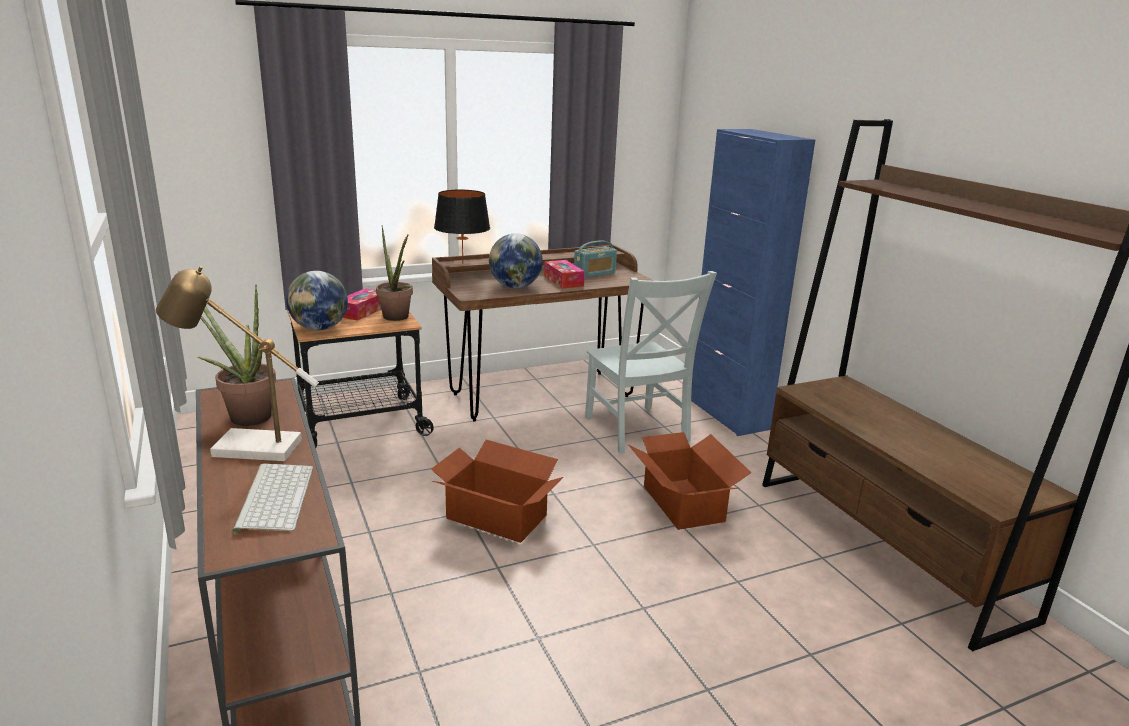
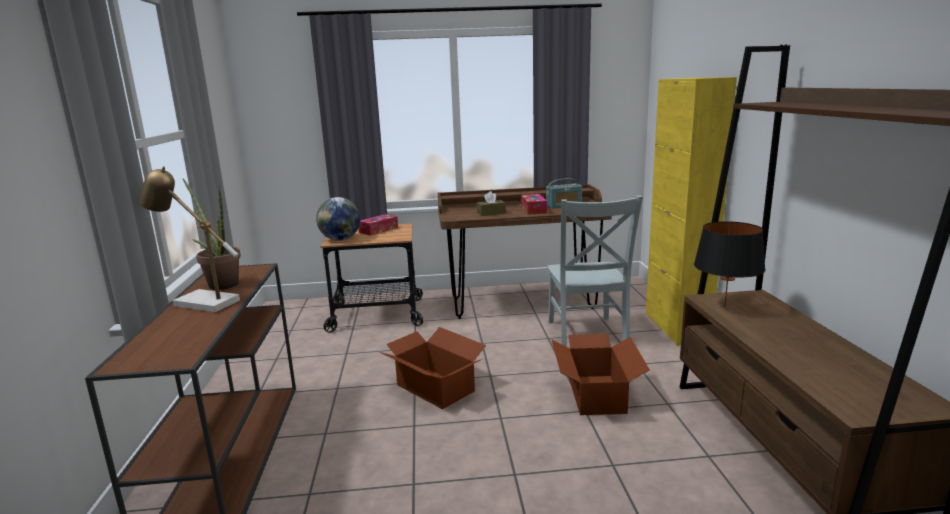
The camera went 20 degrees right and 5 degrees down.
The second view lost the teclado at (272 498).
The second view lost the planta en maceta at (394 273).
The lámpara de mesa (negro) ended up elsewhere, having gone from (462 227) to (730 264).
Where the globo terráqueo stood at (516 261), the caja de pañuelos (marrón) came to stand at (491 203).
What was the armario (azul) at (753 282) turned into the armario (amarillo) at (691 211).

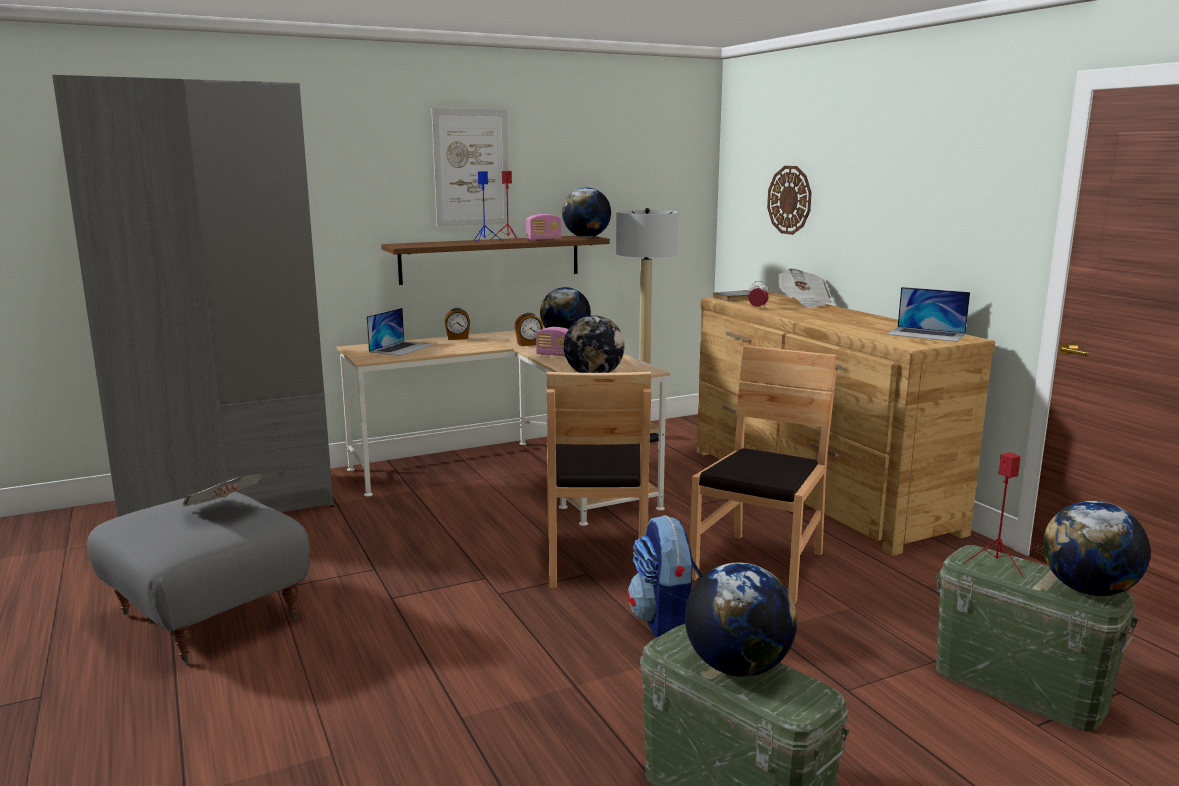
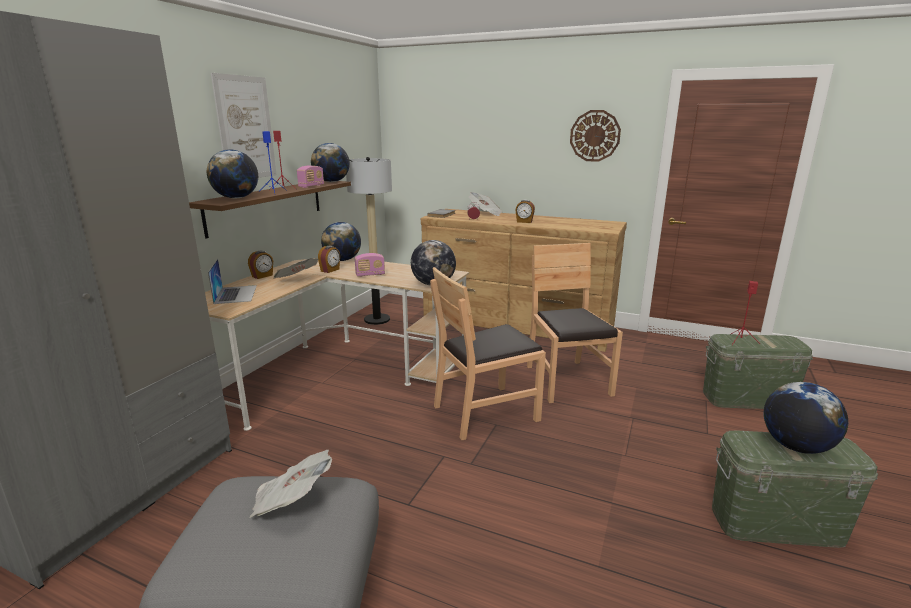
The camera went 40 degrees left and 5 degrees up.
The second view lost the mochila at (665 576).
The second view lost the portátil at (928 314).
The second view gained the periódico at (296 268).
The second view gained the despertador at (525 211).
The reloj de pared ended up elsewhere, having gone from (789 200) to (595 136).
The globo terráqueo ended up elsewhere, having gone from (1097 548) to (232 173).
The silla (marrón) at (599 480) ended up facing another way, 105 degrees clockwise from before.

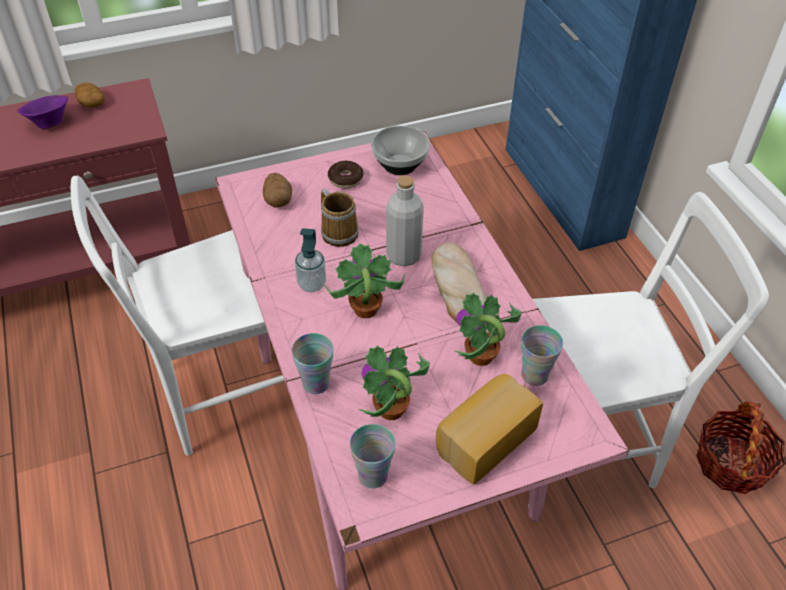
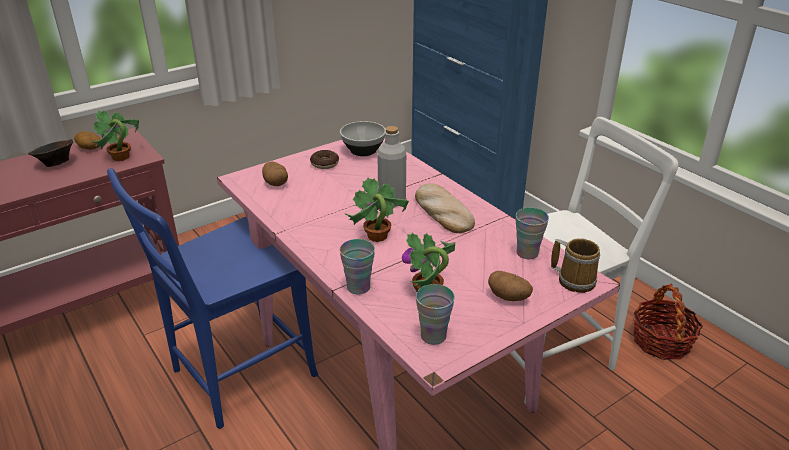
The camera went 15 degrees left and 15 degrees down.
The second view lost the dispensador de jabón at (310 260).
The taza grande ended up elsewhere, having gone from (340 217) to (575 265).
The planta en maceta ended up elsewhere, having gone from (488 329) to (115 135).
Where the pan stood at (489 429), the patata came to stand at (510 286).
What was the cuenco (morado) at (42 111) turned into the cuenco (marrón) at (50 153).
What was the silla (blanco) at (178 316) turned into the silla (azul) at (212 298).

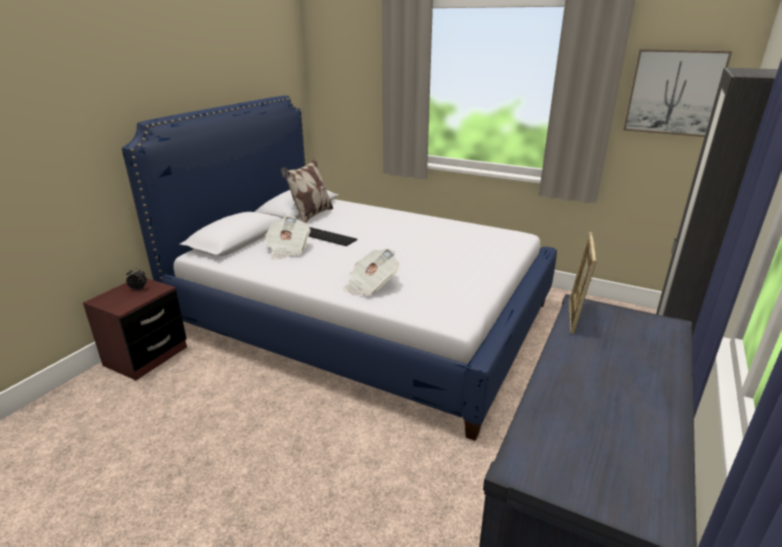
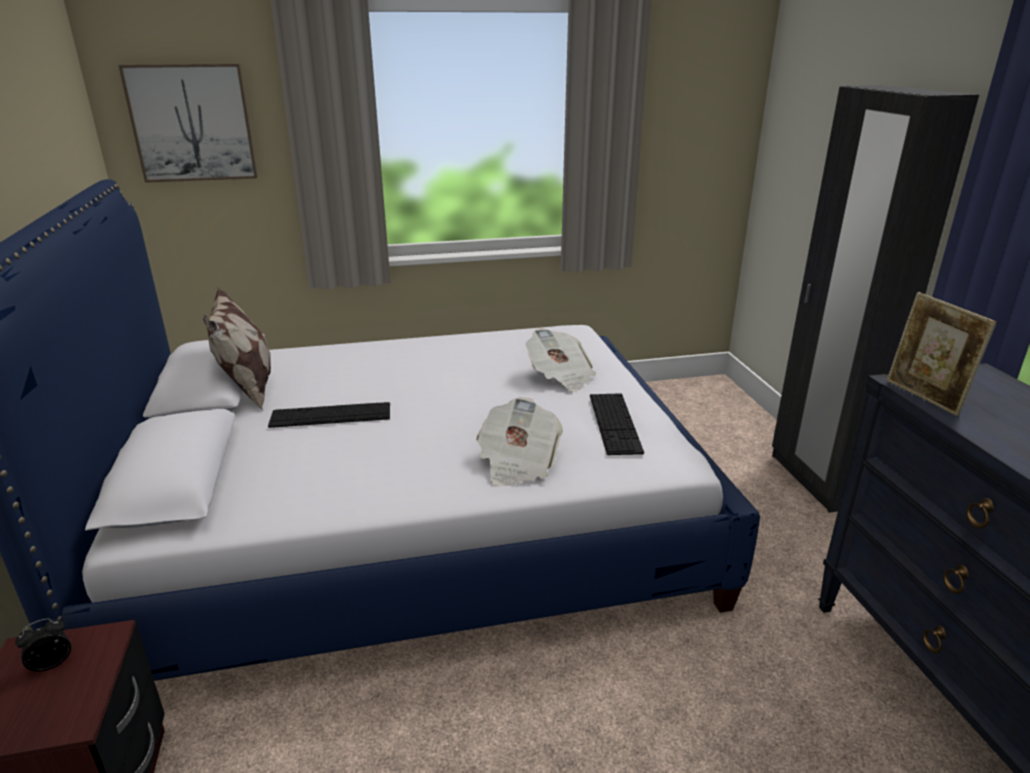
The camera went 40 degrees left and 0 degrees up.
The second view gained the teclado at (617 424).
The periódico ended up elsewhere, having gone from (288 237) to (560 360).
The cuadro ended up elsewhere, having gone from (677 93) to (188 123).

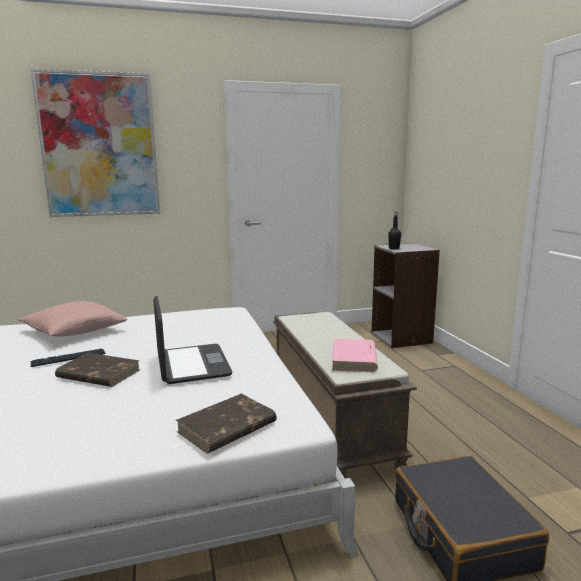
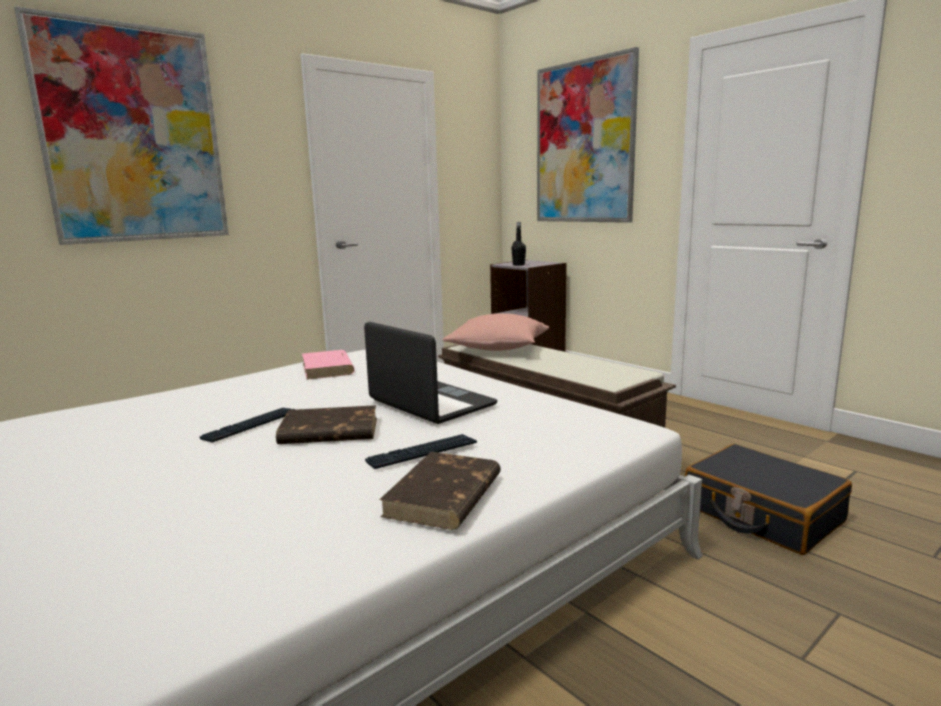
The camera went 25 degrees left and 0 degrees up.
The second view gained the teclado at (421 451).
The second view gained the cuadro at (588 135).
The cojín (rosa) ended up elsewhere, having gone from (72 318) to (495 332).
The libro (marrón) ended up elsewhere, having gone from (226 424) to (440 491).
The libro (rosa) ended up elsewhere, having gone from (355 355) to (328 365).

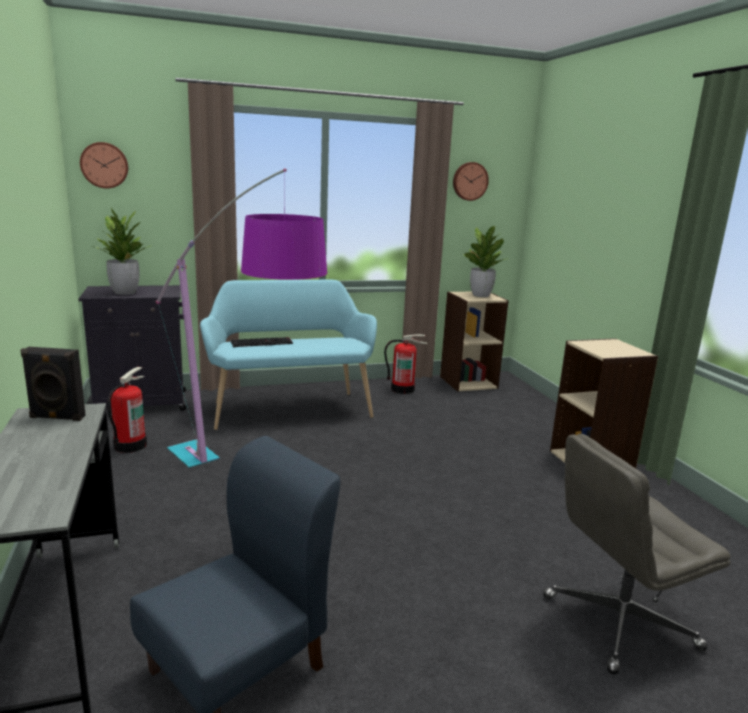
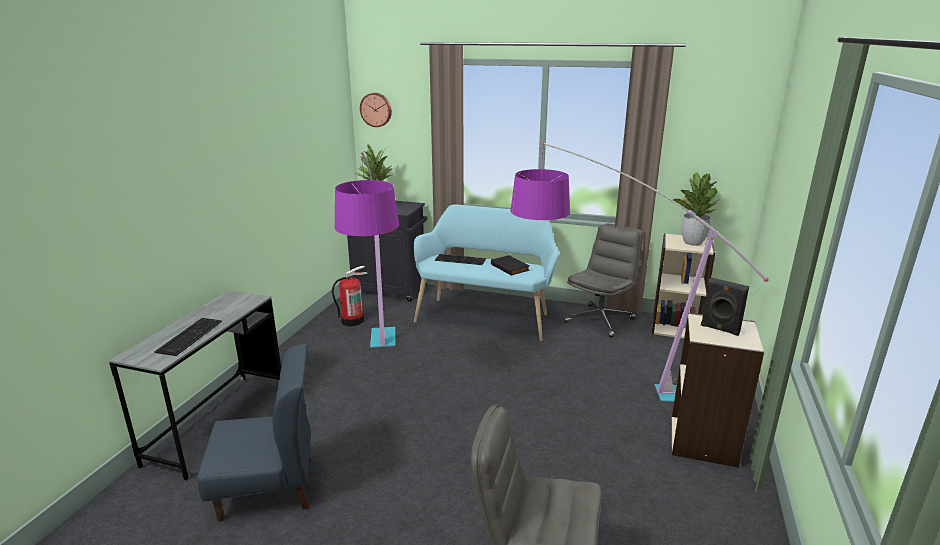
The camera went 35 degrees right and 5 degrees up.
The second view lost the reloj de pared at (471 181).
The second view gained the teclado at (188 337).
The second view gained the libro (negro) at (510 265).
The second view gained the lámpara de pie at (640 272).
The altavoz (negro) ended up elsewhere, having gone from (53 384) to (725 307).
Where the extintor stood at (406 364), the silla de oficina (gris) came to stand at (603 280).

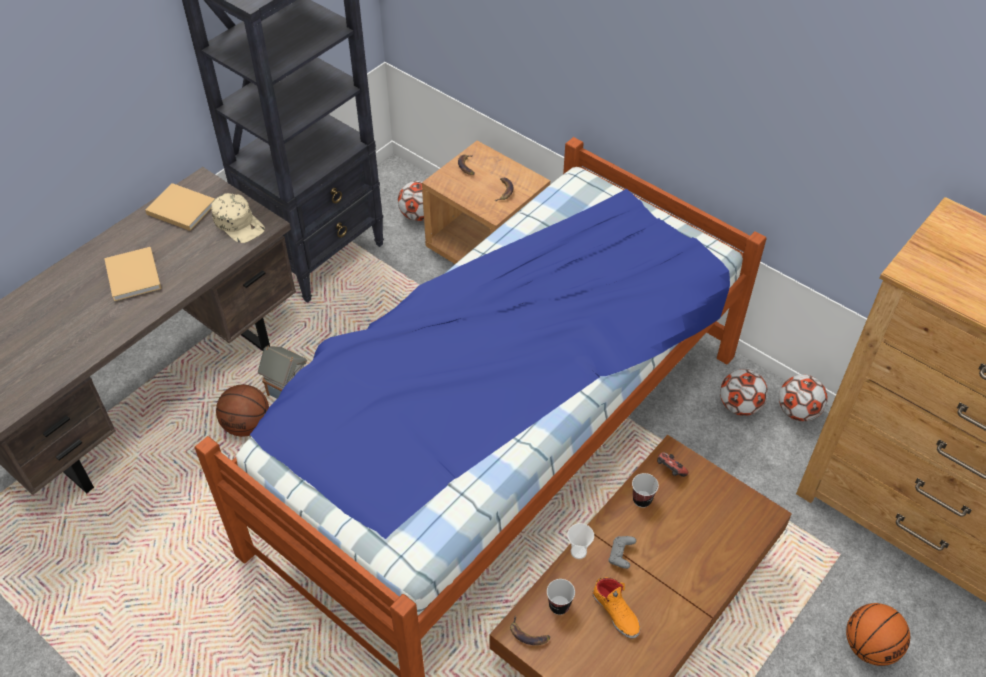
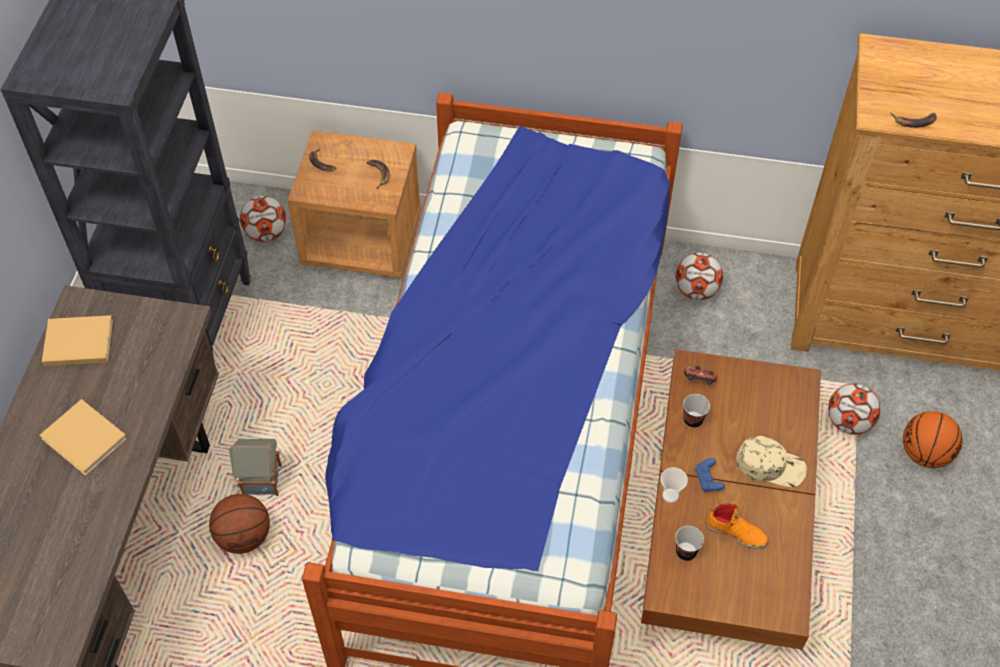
The camera went 30 degrees left and 5 degrees up.
The gorra (beis) ended up elsewhere, having gone from (238 218) to (771 461).
The plátano ended up elsewhere, having gone from (530 630) to (914 120).
The balón de fútbol ended up elsewhere, having gone from (803 397) to (854 409).
What was the mando de consola (gris) at (622 552) turned into the mando de consola (azul) at (710 475).

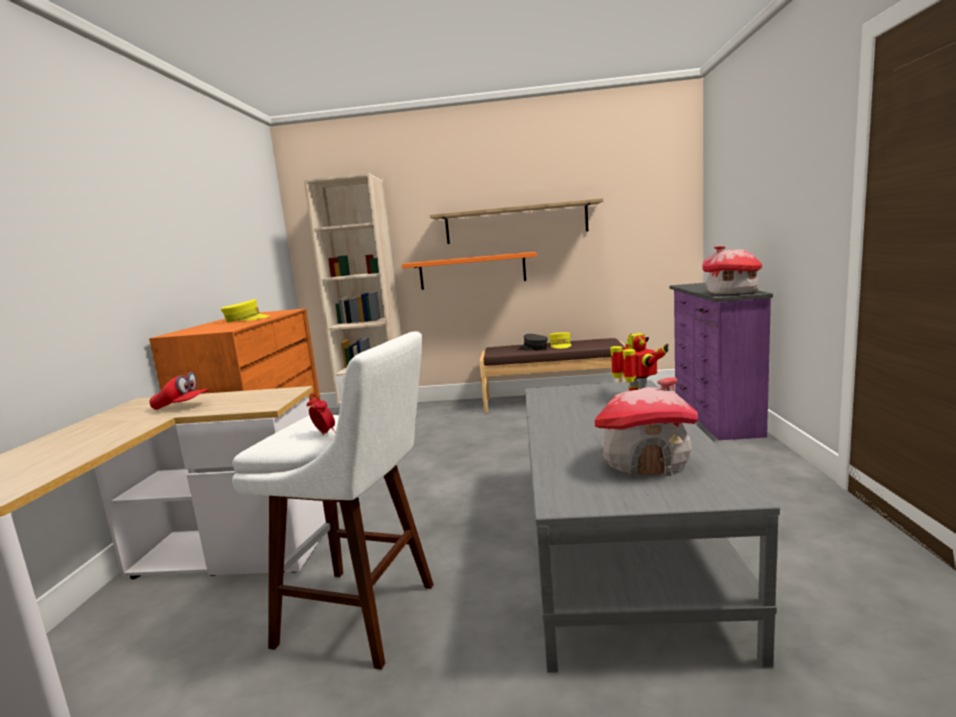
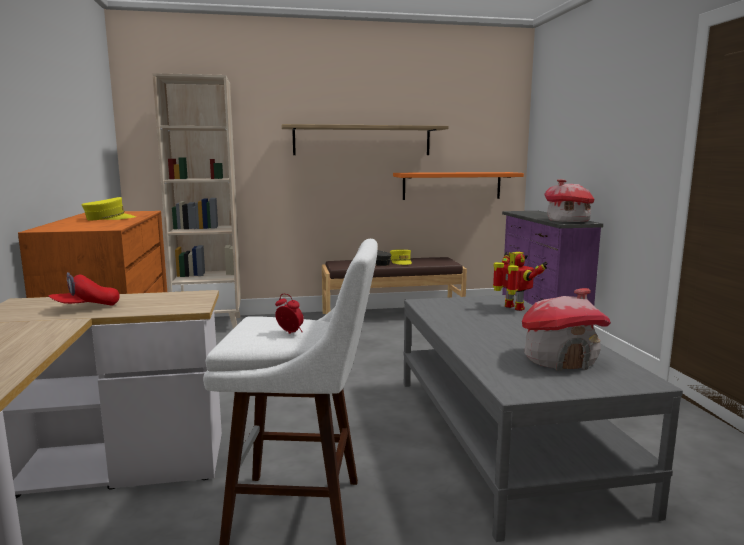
The camera went 15 degrees left and 0 degrees up.
The estante (naranja) ended up elsewhere, having gone from (469 271) to (458 186).
The gorra (rojo) at (179 391) ended up facing another way, 150 degrees clockwise from before.

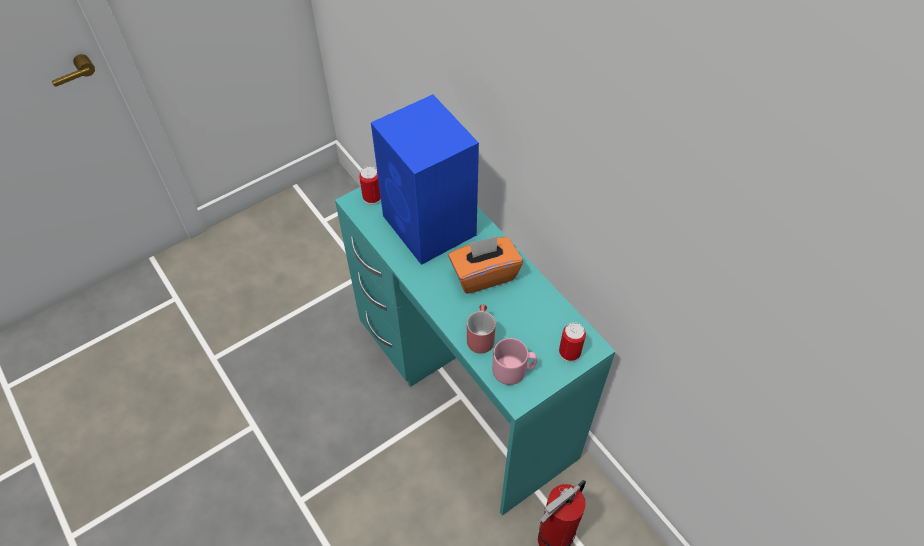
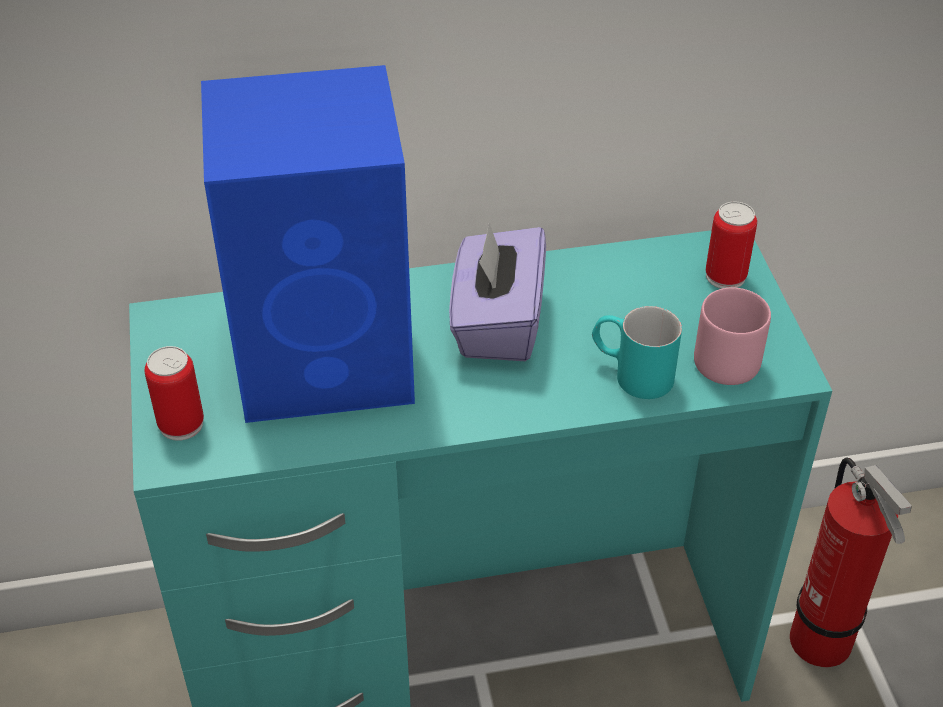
The camera went 65 degrees left and 10 degrees down.
What was the caja de pañuelos (naranja) at (485 265) turned into the caja de pañuelos (morado) at (497 292).
What was the taza grande (rojo) at (481 329) turned into the taza grande (turquesa) at (637 352).

